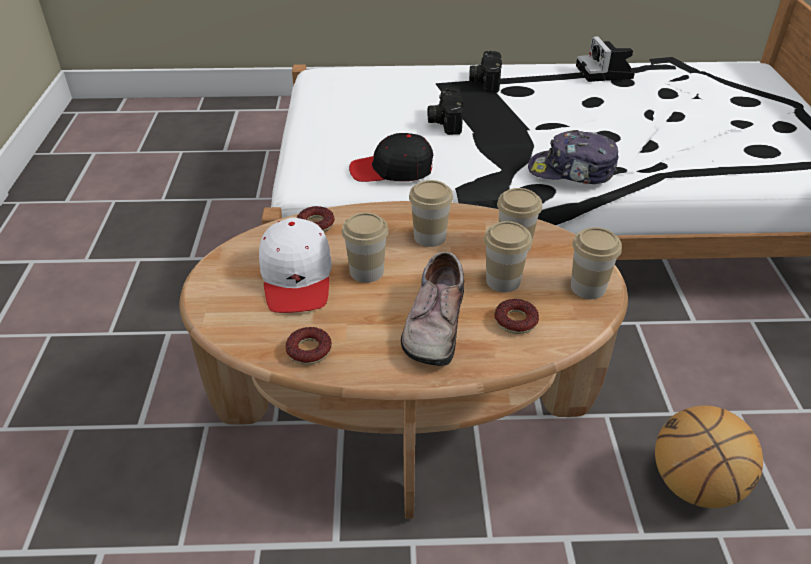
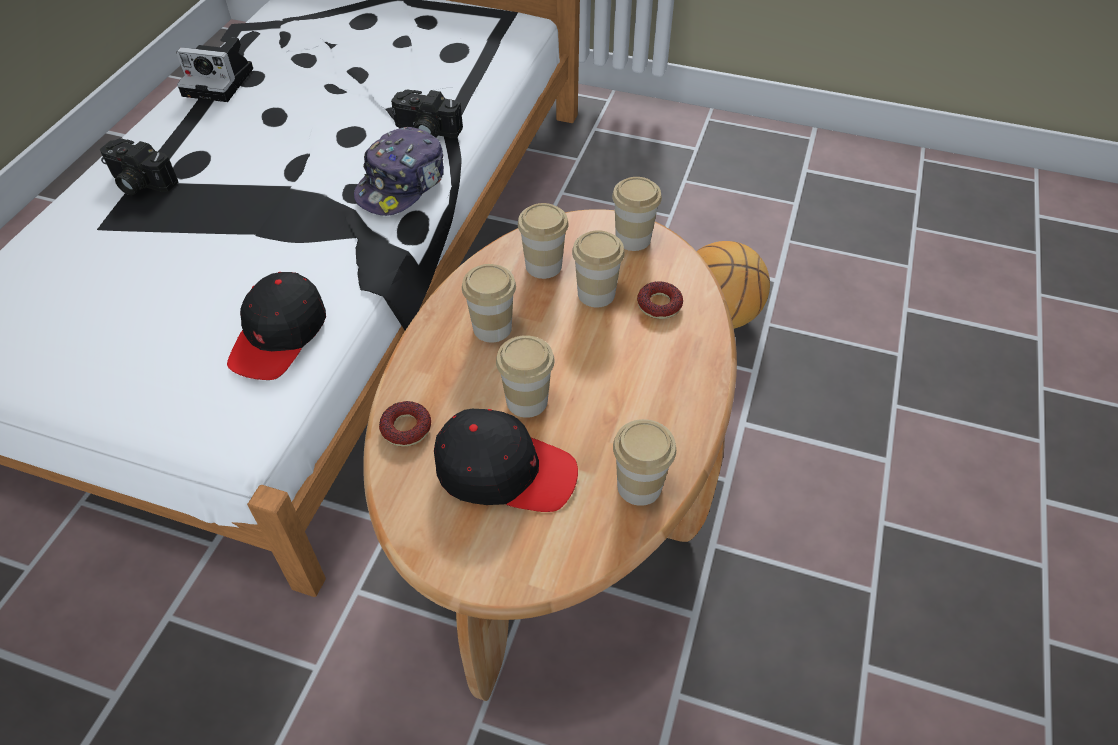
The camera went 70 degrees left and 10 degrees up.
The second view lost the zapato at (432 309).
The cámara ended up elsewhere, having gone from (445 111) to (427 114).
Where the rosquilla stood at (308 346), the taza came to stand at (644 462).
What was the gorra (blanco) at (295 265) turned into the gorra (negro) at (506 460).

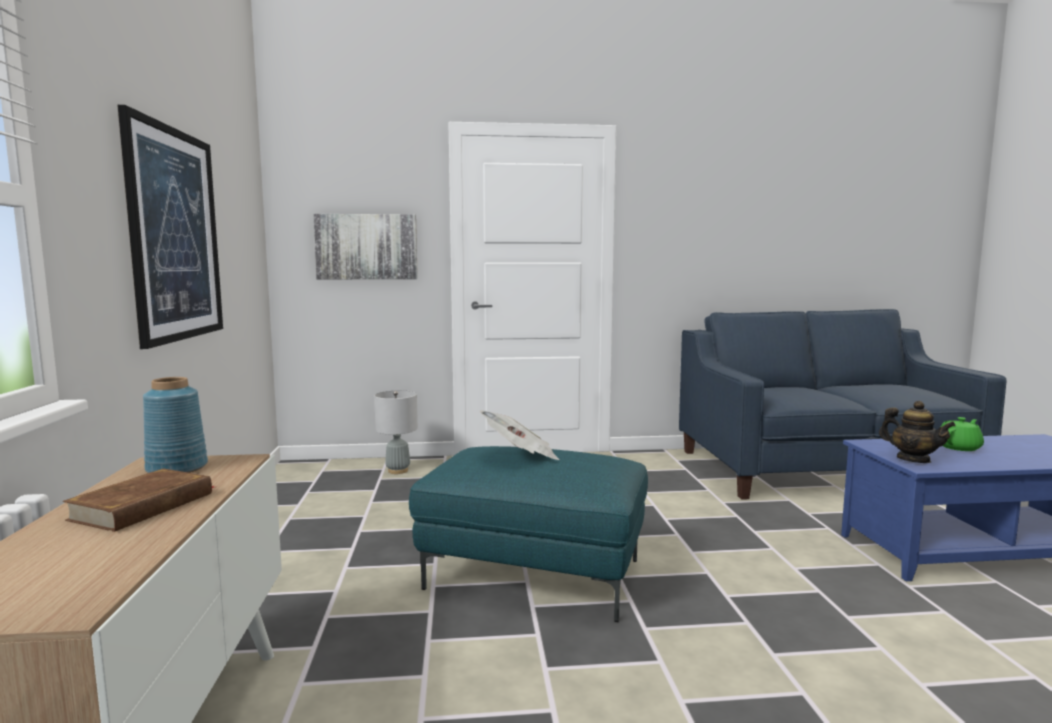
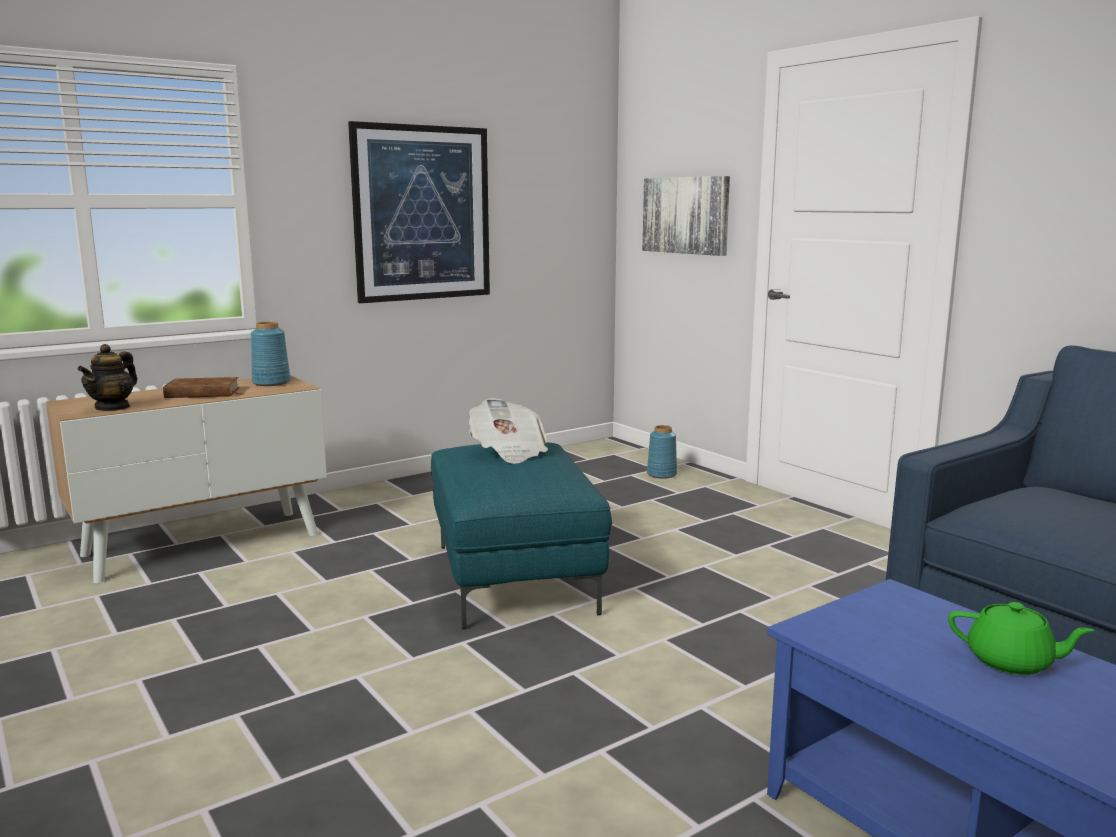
The camera went 60 degrees right and 5 degrees up.
The tetera ended up elsewhere, having gone from (917 432) to (107 377).
Where the lámpara de mesa (gris) stood at (396 432), the florero (azul) came to stand at (662 452).

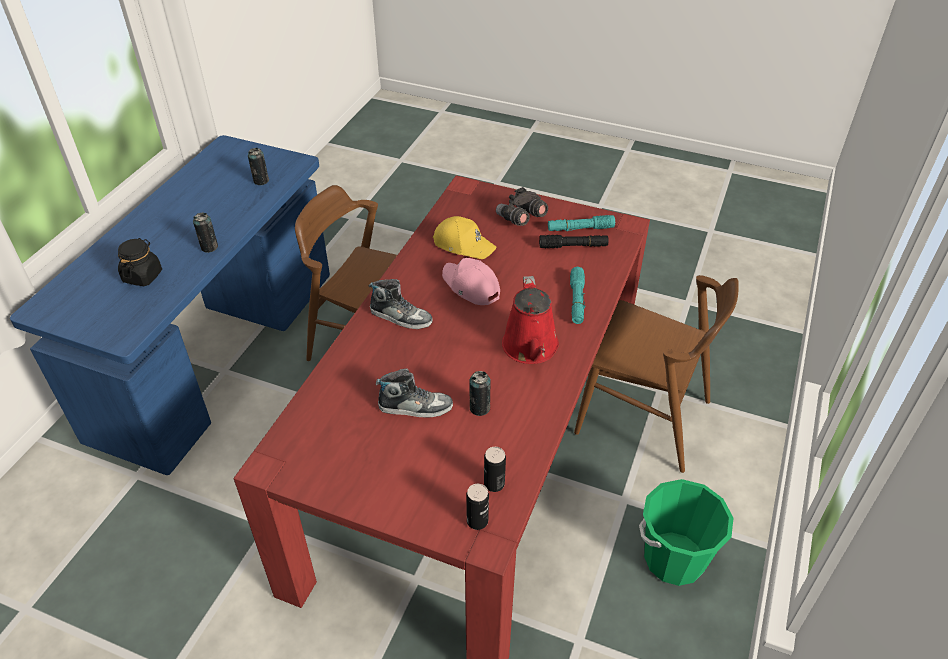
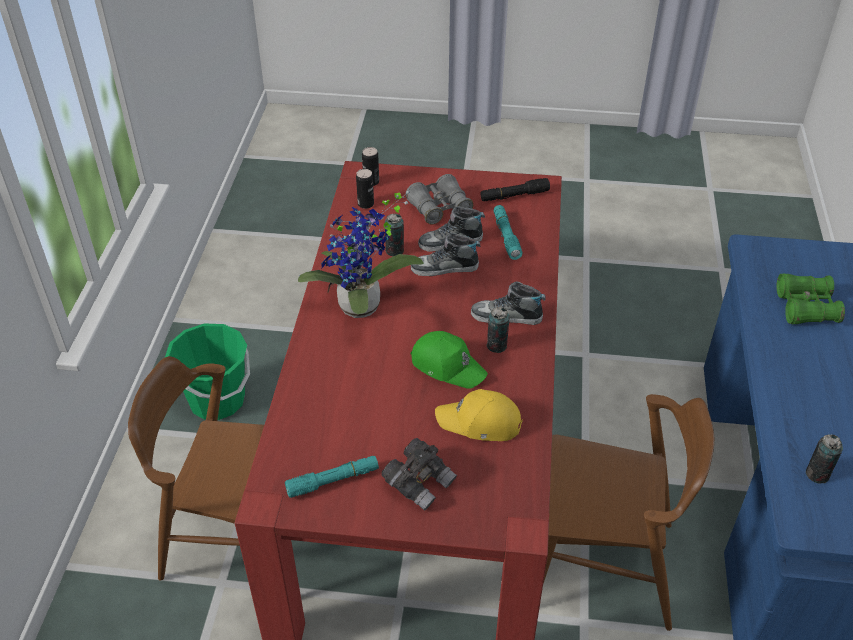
The camera went 165 degrees right and 0 degrees up.
The second view gained the prismáticos (gris) at (439 199).
The second view gained the zapato at (445 254).
The lata ended up elsewhere, having gone from (205 233) to (498 330).
The linterna (negro) ended up elsewhere, having gone from (573 241) to (515 189).
The linterna (turquesa) ended up elsewhere, having gone from (577 295) to (508 232).
Where the tarro (negro) stood at (140 262), the prismáticos (verde) came to stand at (810 298).
Where the regadera (rojo) stood at (530 320), the planta en maceta came to stand at (361 254).
What was the gorra (rosa) at (471 281) turned into the gorra (verde) at (449 360).

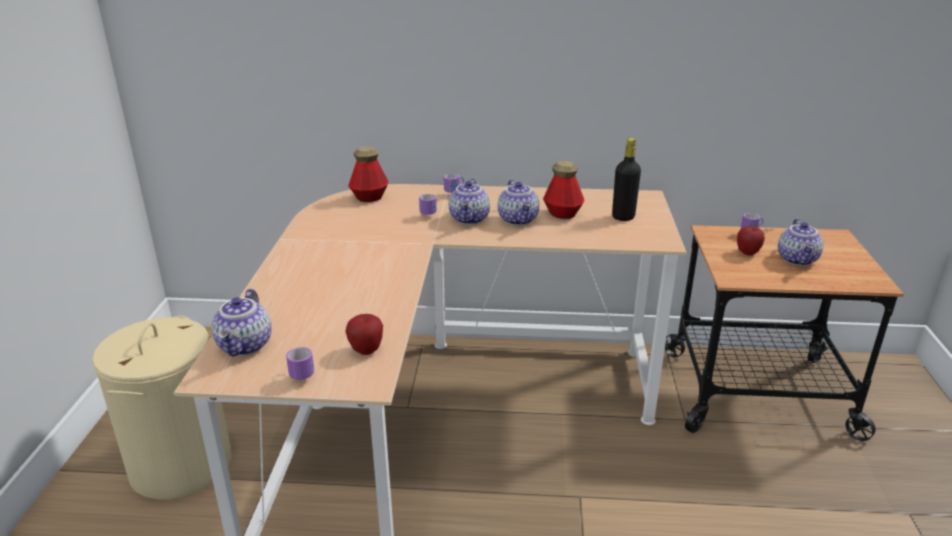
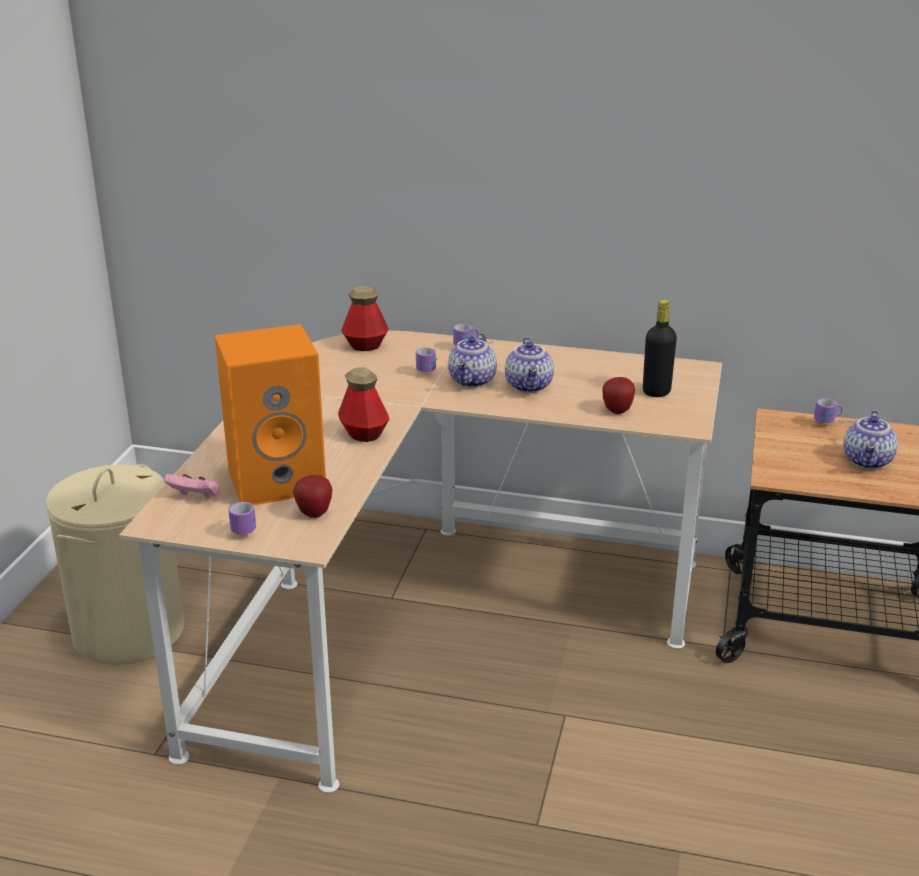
The camera went 10 degrees right and 0 degrees up.
The second view gained the altavoz (naranja) at (270 414).
The botella ended up elsewhere, having gone from (563 190) to (363 404).
The manzana ended up elsewhere, having gone from (751 241) to (618 395).
Where the tetera stood at (242 323), the mando de consola (rosa) came to stand at (192 486).

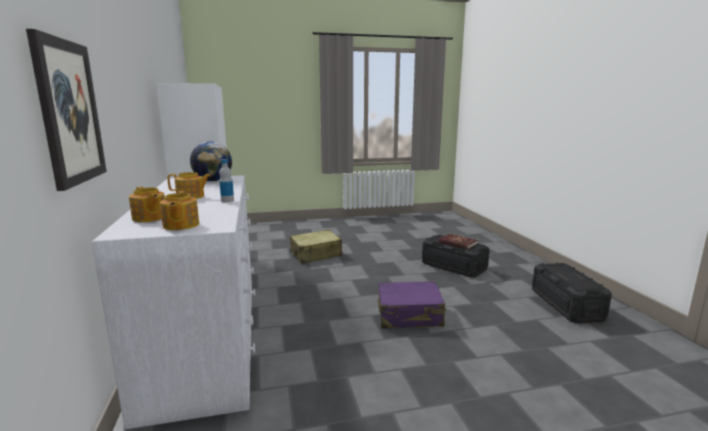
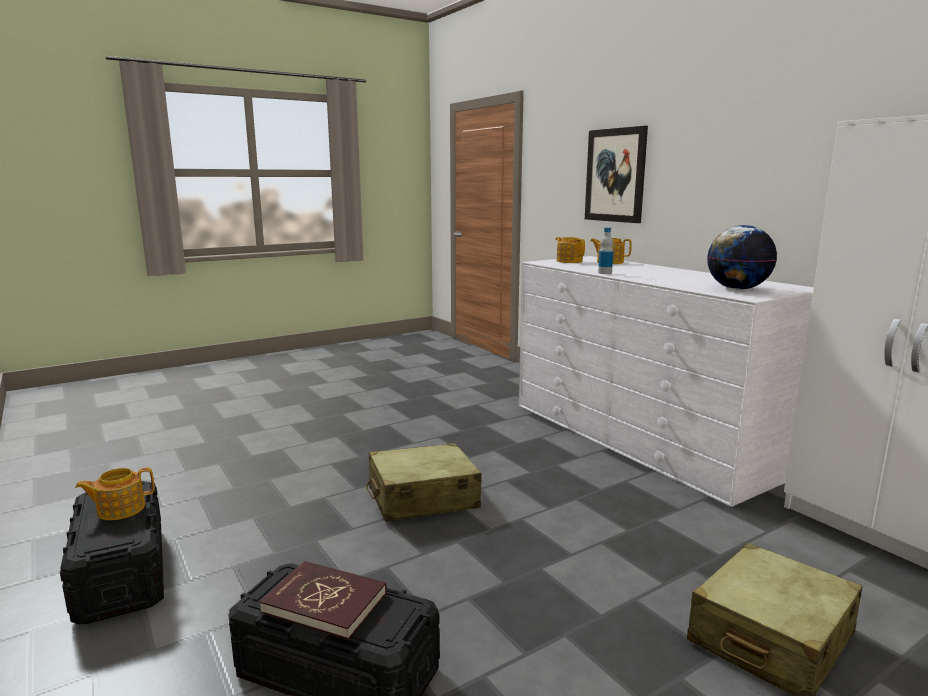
The camera went 160 degrees right and 0 degrees up.
The tetera ended up elsewhere, having gone from (189 185) to (115 493).
What was the maleta (morado) at (412 304) turned into the maleta (beis) at (424 482).

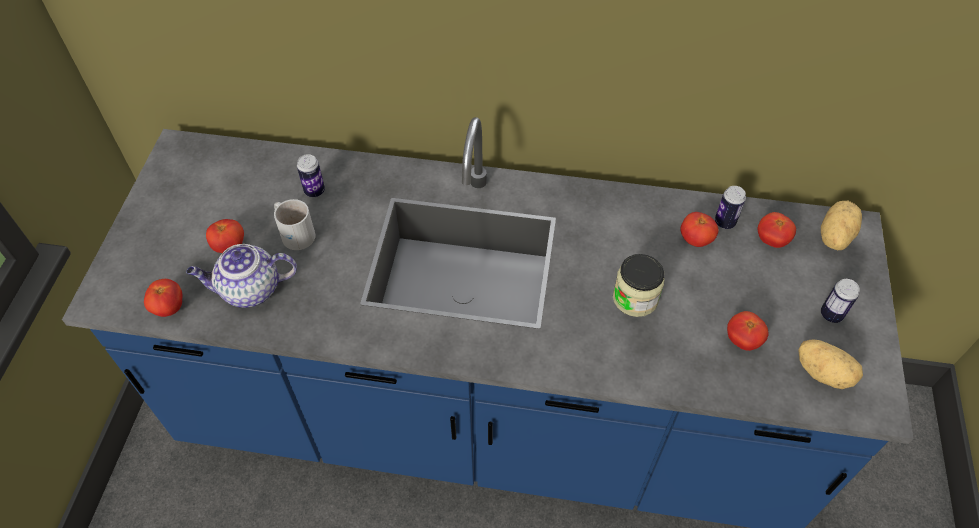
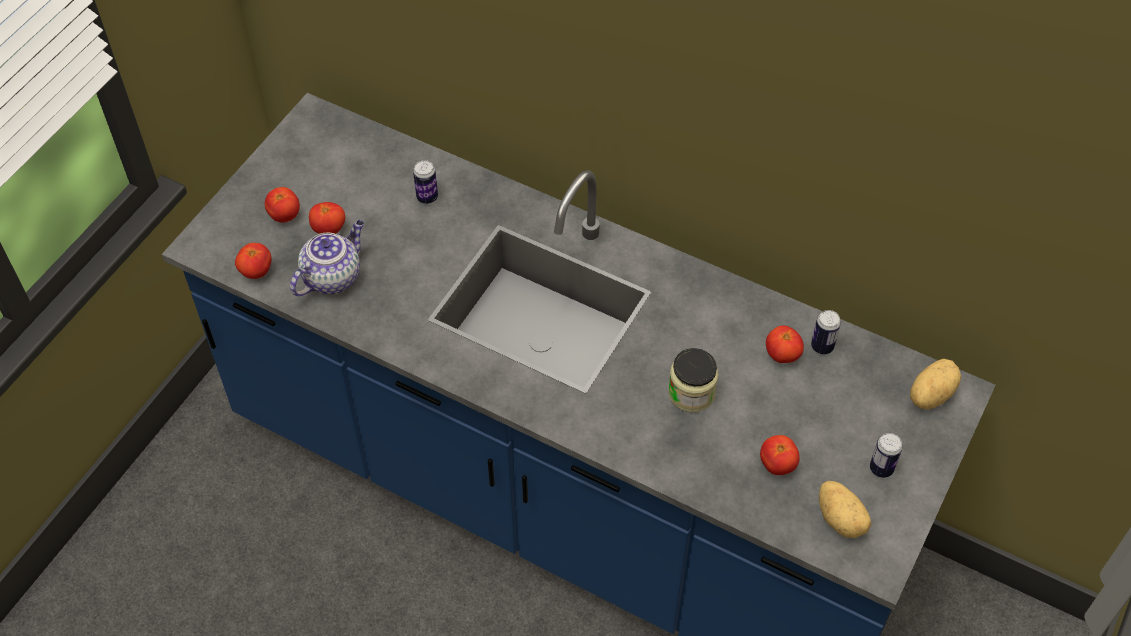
The camera went 20 degrees right and 0 degrees up.
The second view lost the taza grande (blanco) at (295 224).
The tomate ended up elsewhere, having gone from (777 230) to (282 205).
The tetera at (241 276) ended up facing another way, 120 degrees clockwise from before.

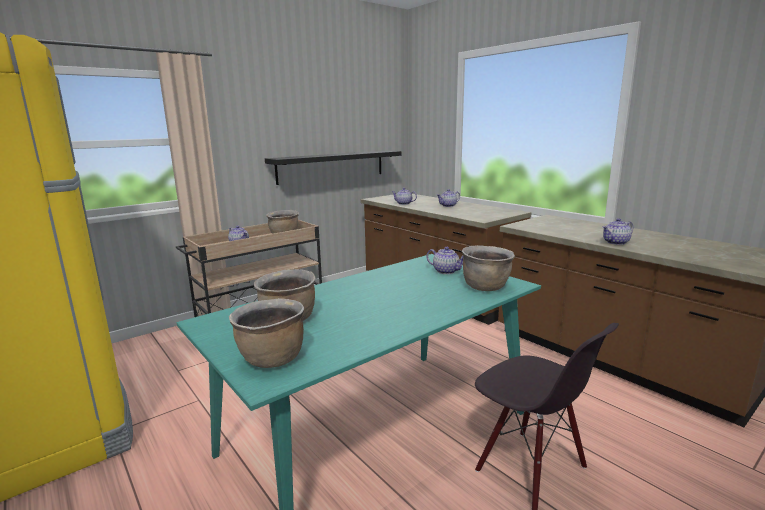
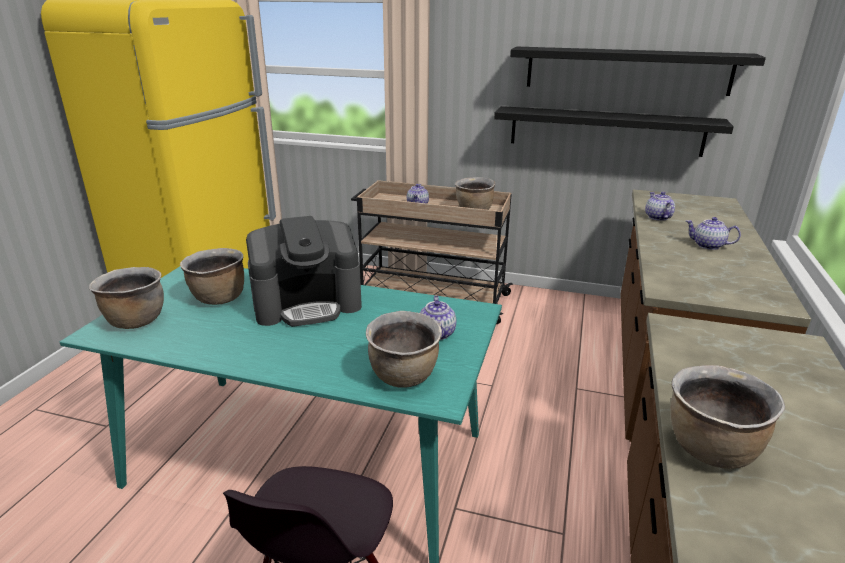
The camera went 55 degrees right and 10 degrees up.
The second view gained the cafetera at (304 271).
The second view gained the estante (negro) at (638 71).
Where the tetera stood at (618 231), the olla (marrón) came to stand at (728 417).

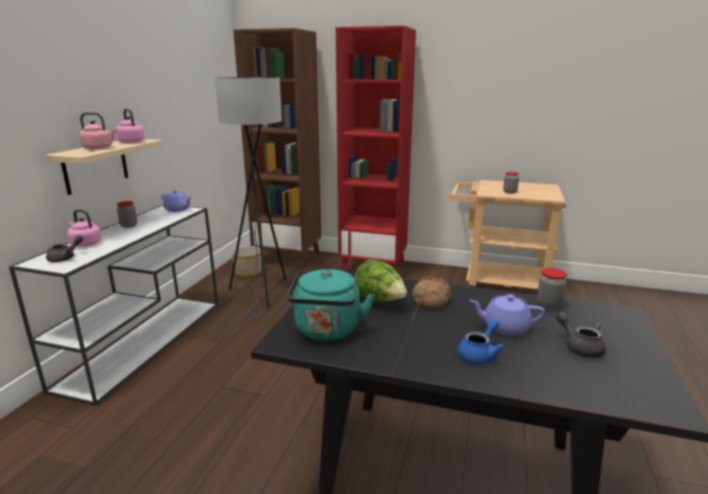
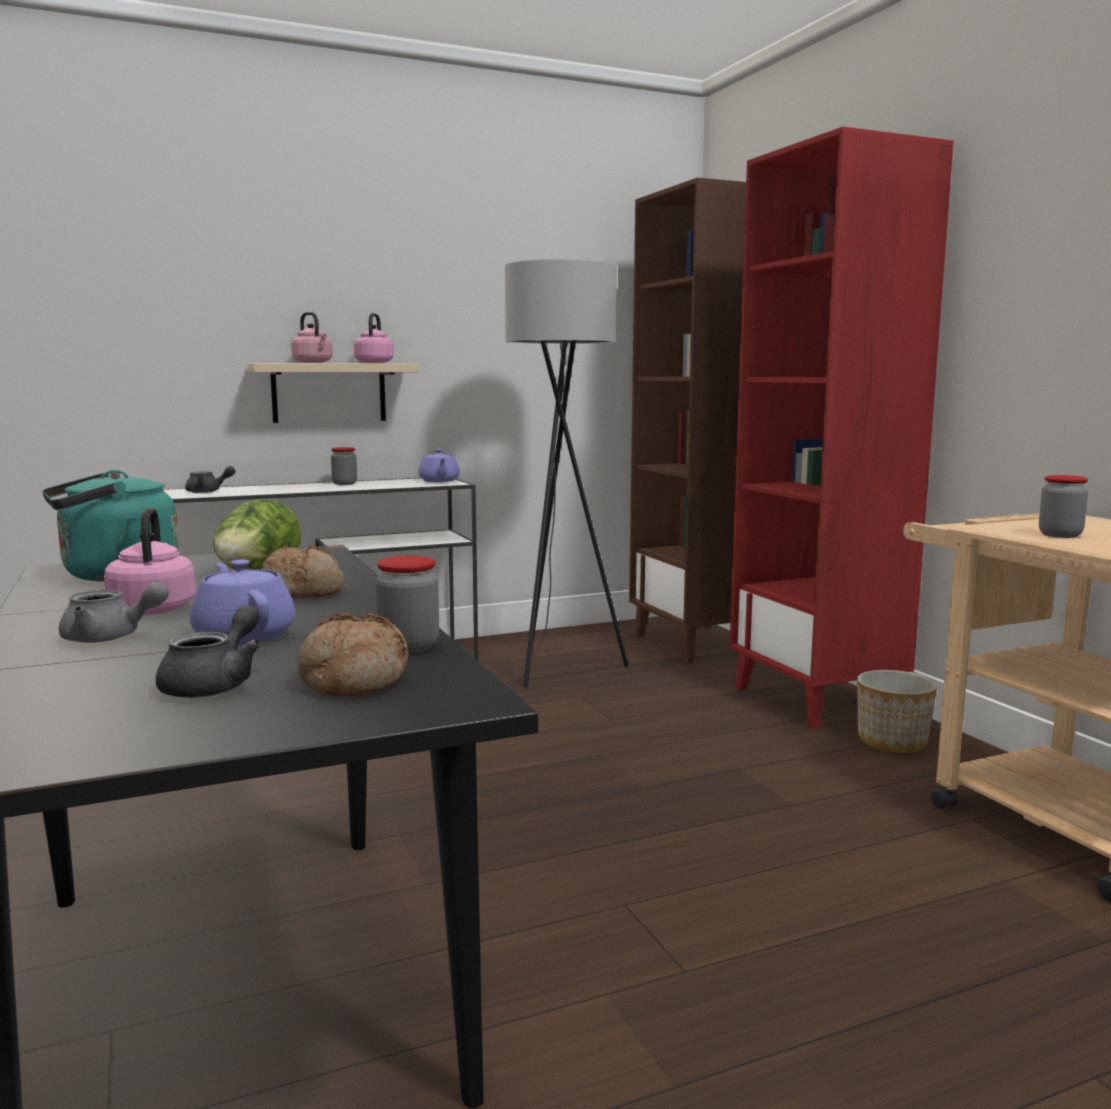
The camera went 50 degrees right and 10 degrees down.
The second view gained the pan at (353 654).
The hervidor (rosa) ended up elsewhere, having gone from (84 228) to (150 561).
The maceta ended up elsewhere, having gone from (246 262) to (897 711).
What was the tetera (azul) at (481 341) turned into the tetera (gris) at (114 612).

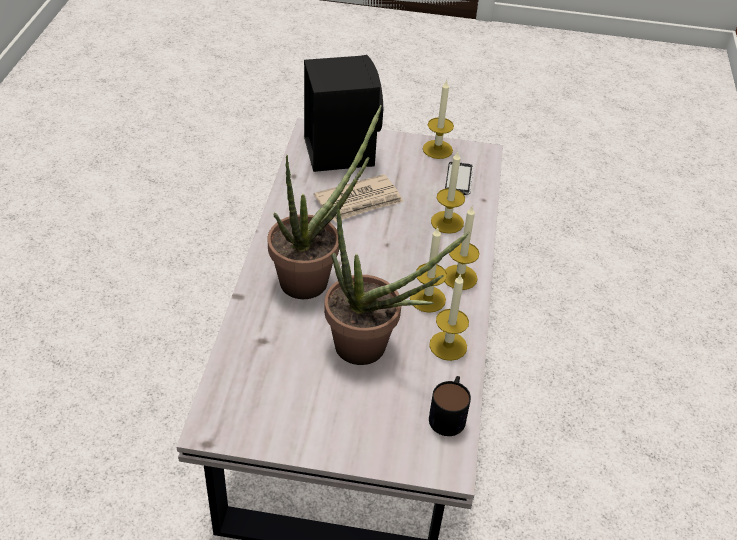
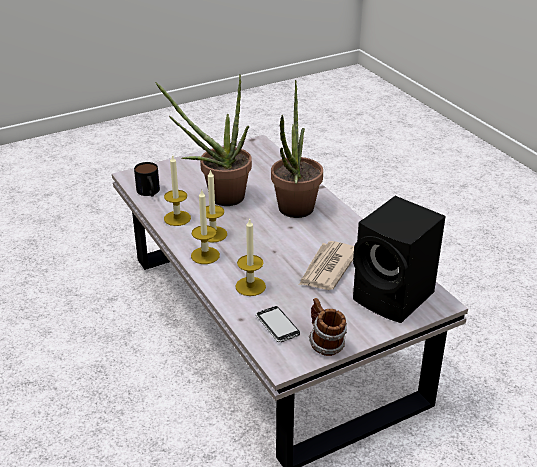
The camera went 145 degrees right and 10 degrees down.
Where the vela stood at (438 119), the taza grande came to stand at (328 327).

